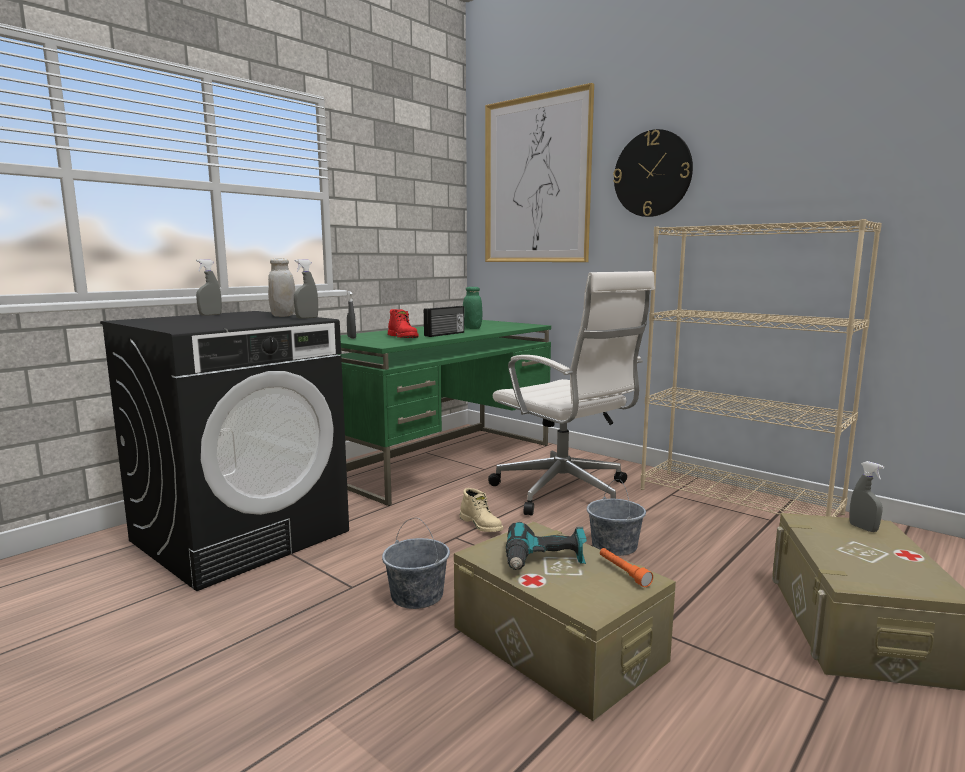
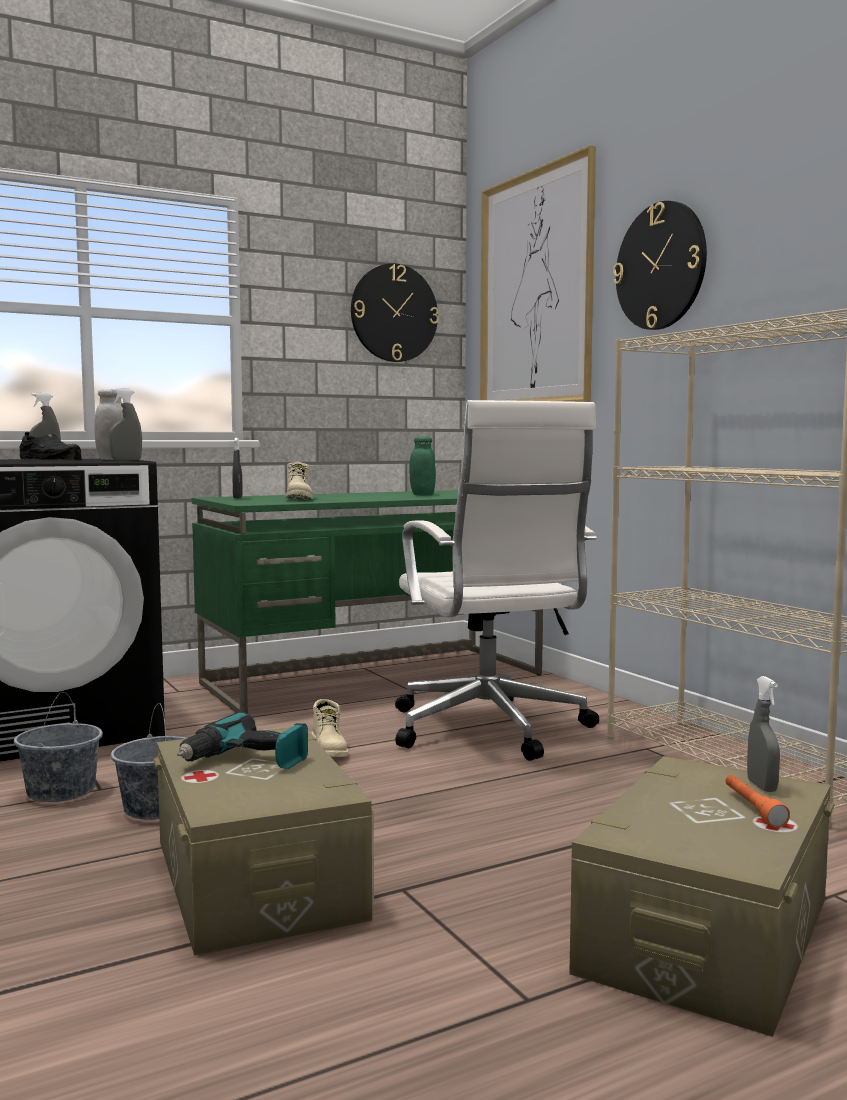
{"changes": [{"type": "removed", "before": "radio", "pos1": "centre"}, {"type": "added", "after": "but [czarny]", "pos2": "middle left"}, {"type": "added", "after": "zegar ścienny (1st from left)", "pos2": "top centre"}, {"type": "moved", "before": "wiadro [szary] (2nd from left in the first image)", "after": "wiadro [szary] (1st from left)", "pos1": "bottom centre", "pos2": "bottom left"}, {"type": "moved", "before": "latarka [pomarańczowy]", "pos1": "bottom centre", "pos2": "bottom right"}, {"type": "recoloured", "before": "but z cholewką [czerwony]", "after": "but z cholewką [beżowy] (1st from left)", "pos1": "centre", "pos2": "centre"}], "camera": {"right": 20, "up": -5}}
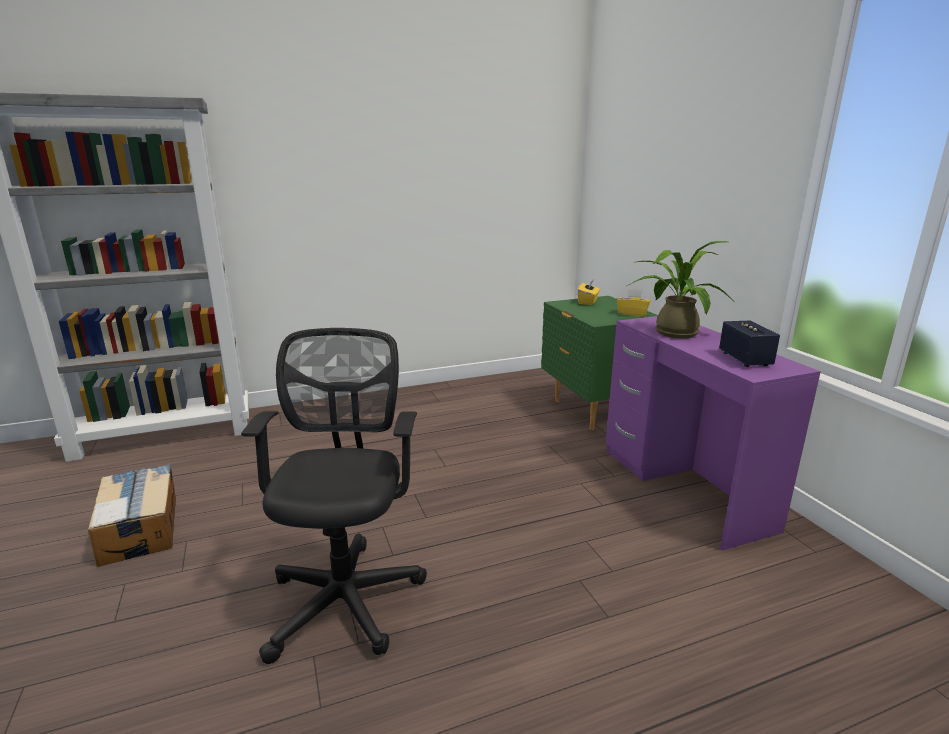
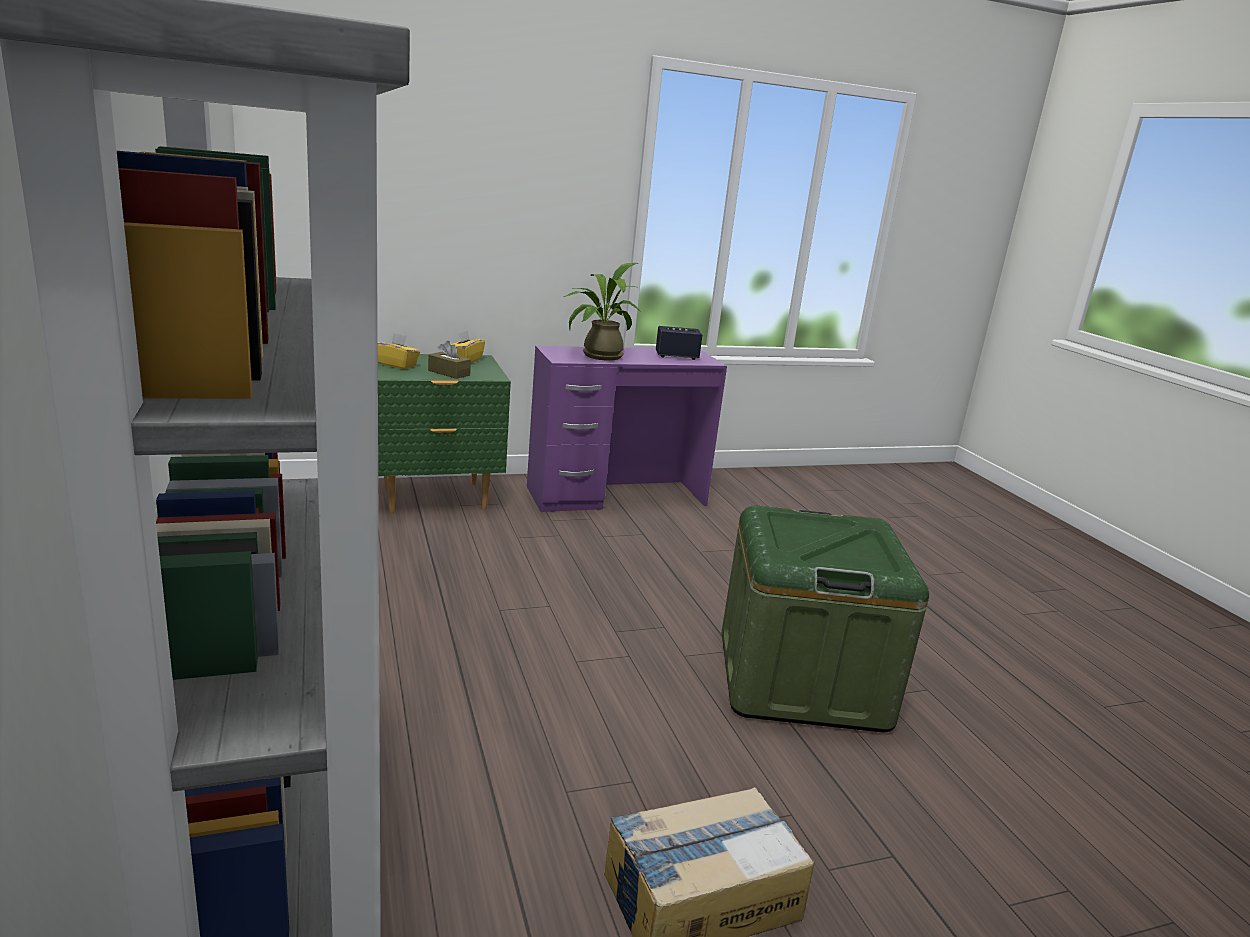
{"changes": [{"type": "added", "after": "pudełko chusteczek [brązowy]", "pos2": "centre"}, {"type": "replaced", "before": "krzesło biurowe [czarny]", "after": "pojemnik do przechowywania [zielony]", "pos1": "bottom centre", "pos2": "centre"}], "camera": {"right": -90, "up": 0}}
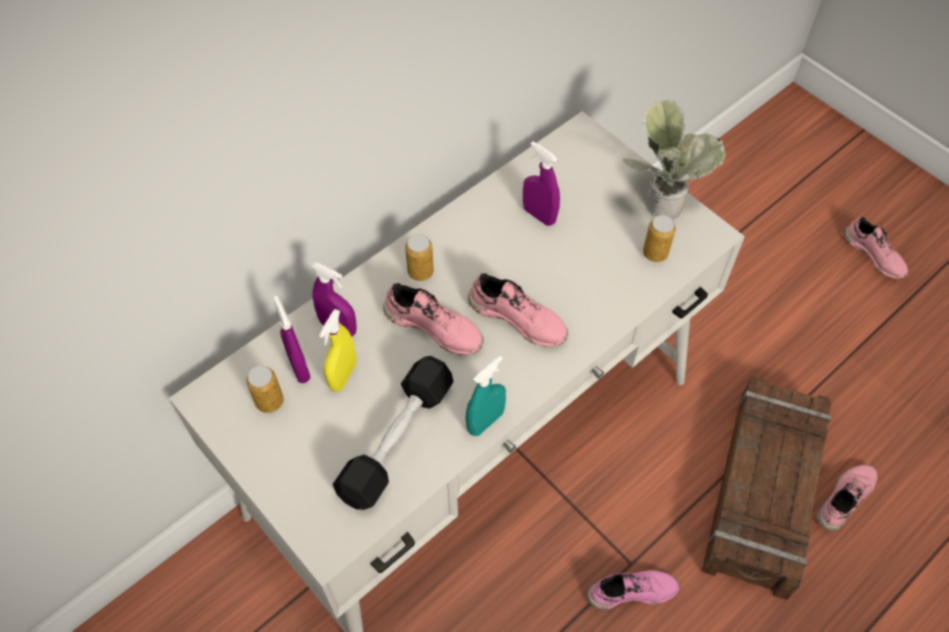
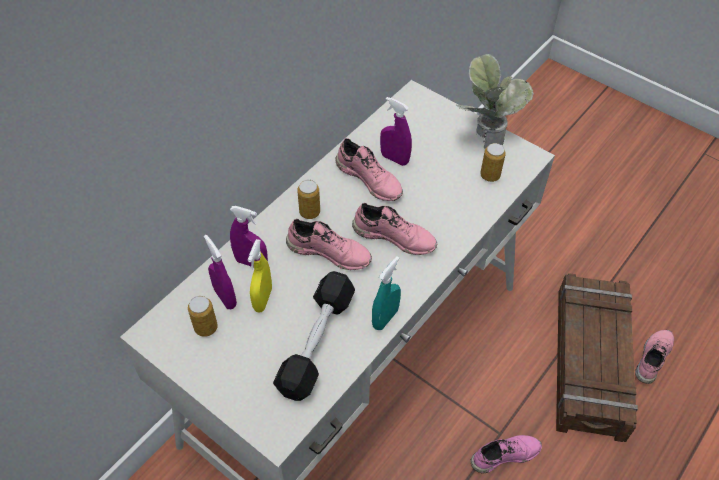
{"changes": [{"type": "moved", "before": "but [różowy] (5th from left in the first image)", "after": "but [różowy] (2nd from left)", "pos1": "middle right", "pos2": "centre"}], "camera": {"right": -10, "up": -5}}
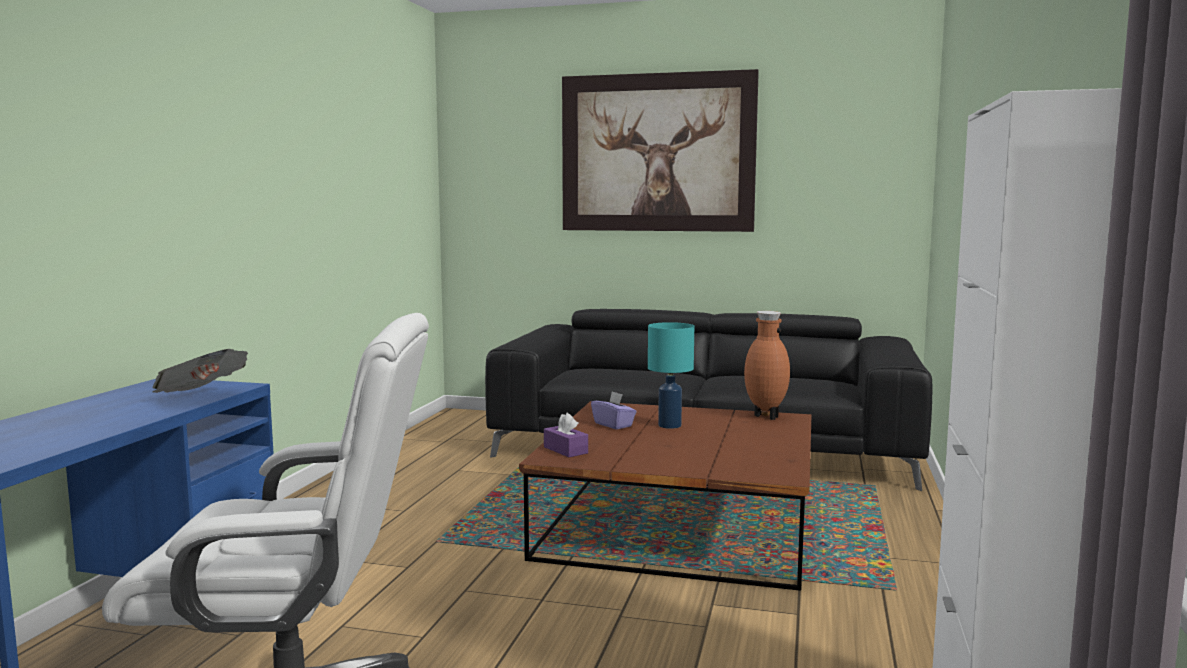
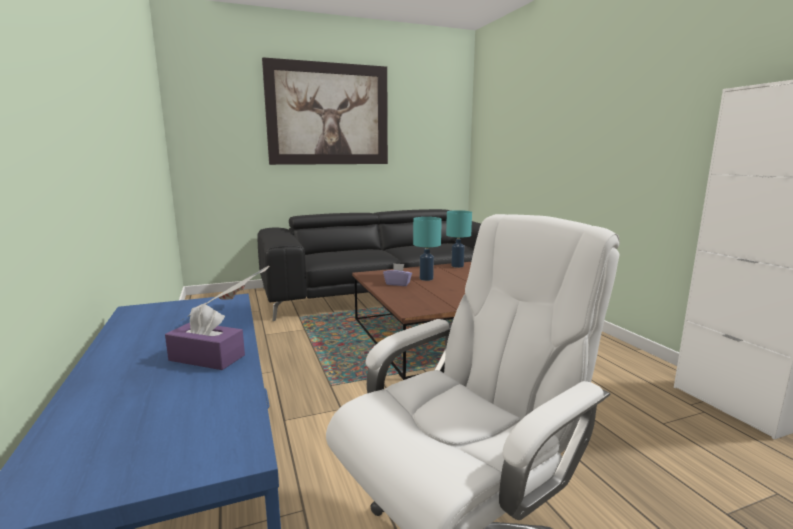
{"changes": [{"type": "moved", "before": "pudełko chusteczek [fioletowy] (1st from left)", "pos1": "centre", "pos2": "middle left"}, {"type": "replaced", "before": "wazon [brązowy]", "after": "lampa stołowa [turkusowy] (2nd from left)", "pos1": "centre", "pos2": "centre"}], "camera": {"right": -35, "up": 5}}
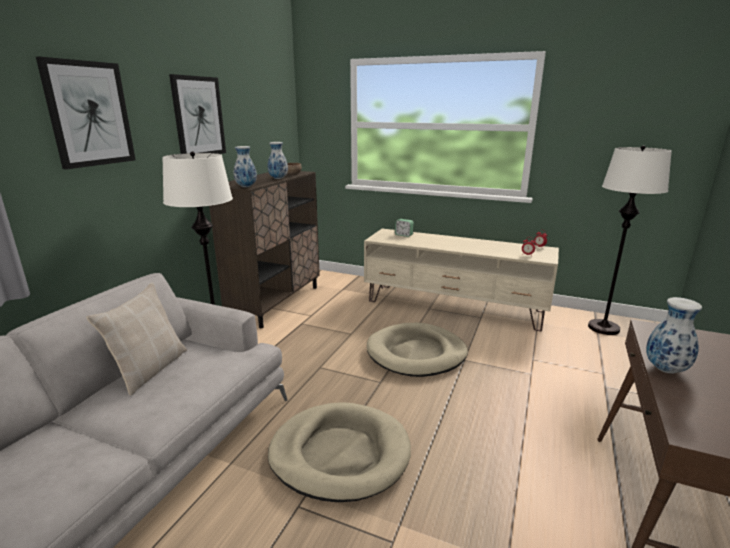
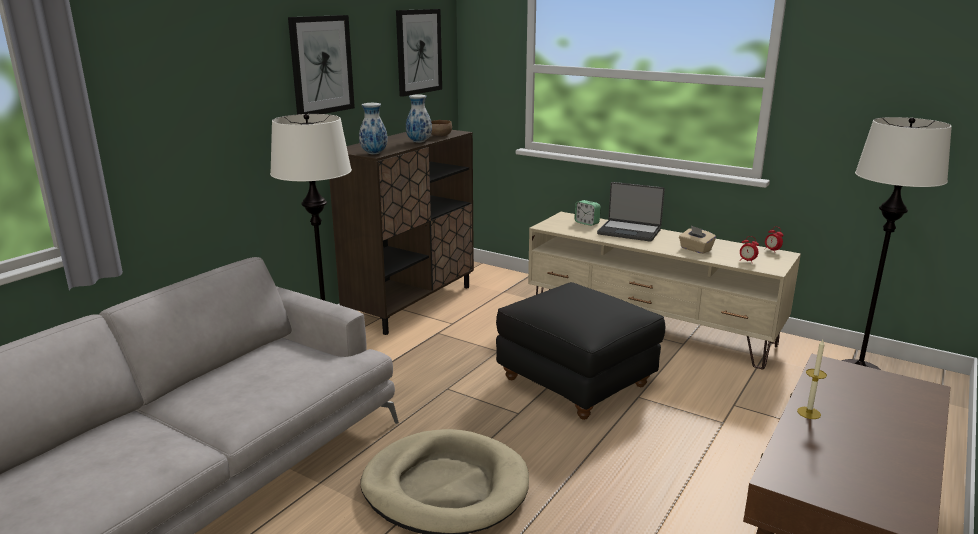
{"changes": [{"type": "removed", "before": "poduszka [beżowy]", "pos1": "middle left"}, {"type": "added", "after": "laptop", "pos2": "centre"}, {"type": "added", "after": "pudełko chusteczek [beżowy]", "pos2": "middle right"}, {"type": "moved", "before": "obraz (1st from left in the first image)", "after": "obraz (2nd from left)", "pos1": "top left", "pos2": "top centre"}, {"type": "replaced", "before": "legowisko [beżowy] (2nd from left)", "after": "pufa [czarny]", "pos1": "centre", "pos2": "centre"}, {"type": "replaced", "before": "wazon (3rd from left)", "after": "świeca", "pos1": "middle right", "pos2": "bottom right"}], "camera": {"right": 10, "up": 0}}
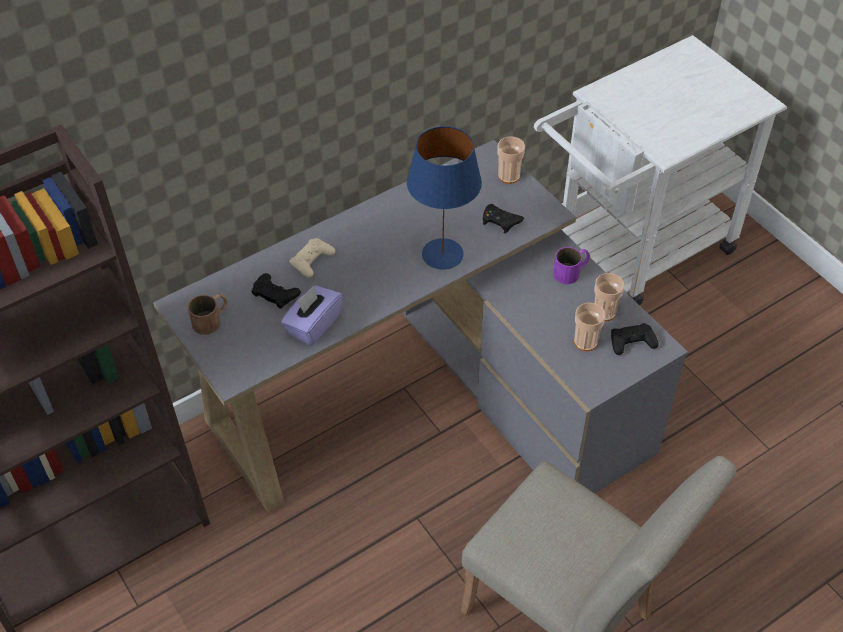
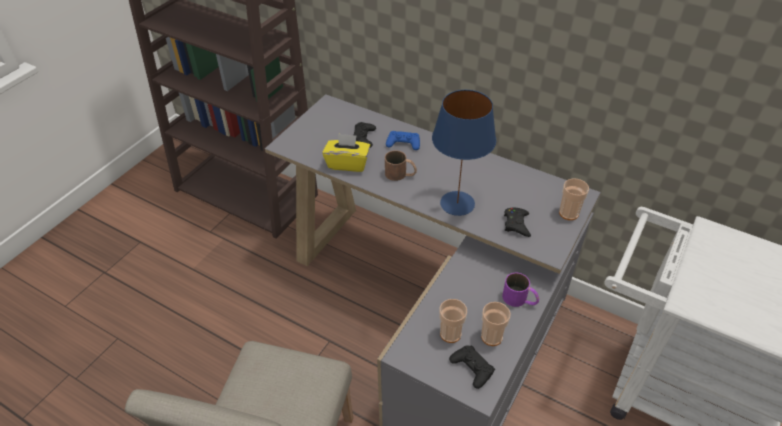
{"changes": [{"type": "moved", "before": "kubek [brązowy]", "pos1": "middle left", "pos2": "centre"}, {"type": "recoloured", "before": "pudełko chusteczek [fioletowy]", "after": "pudełko chusteczek [żółty]", "pos1": "centre", "pos2": "centre"}, {"type": "recoloured", "before": "pad do gier [beżowy]", "after": "pad do gier [niebieski]", "pos1": "centre", "pos2": "top centre"}], "camera": {"right": 65, "up": -5}}
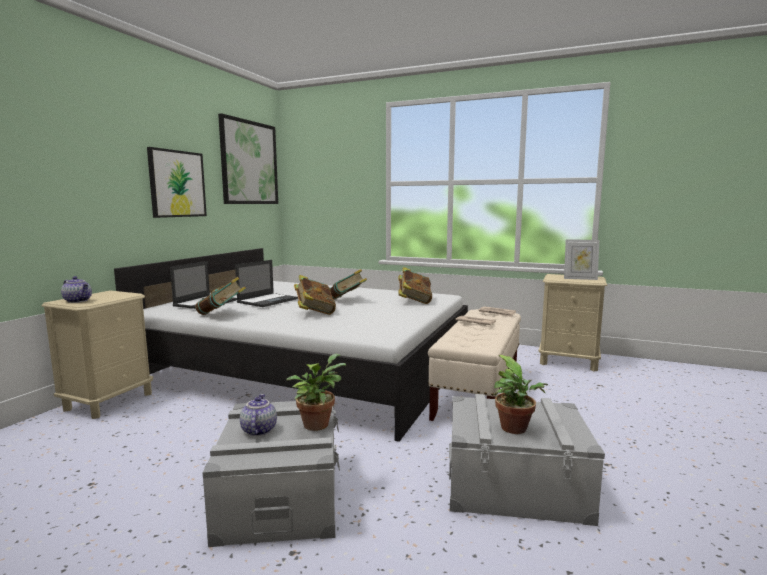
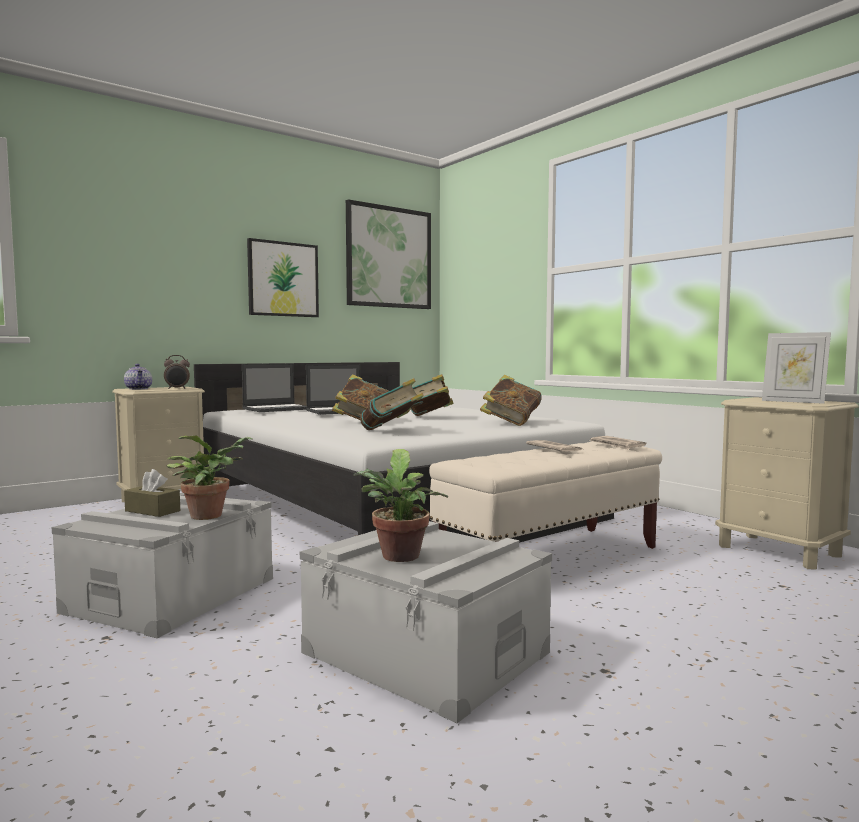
{"changes": [{"type": "added", "after": "budzik", "pos2": "middle left"}, {"type": "moved", "before": "książka (1st from left in the first image)", "after": "książka (2nd from left)", "pos1": "middle left", "pos2": "centre"}, {"type": "replaced", "before": "imbryk (2nd from left)", "after": "pudełko chusteczek [brązowy]", "pos1": "bottom centre", "pos2": "middle left"}], "camera": {"right": 30, "up": -5}}
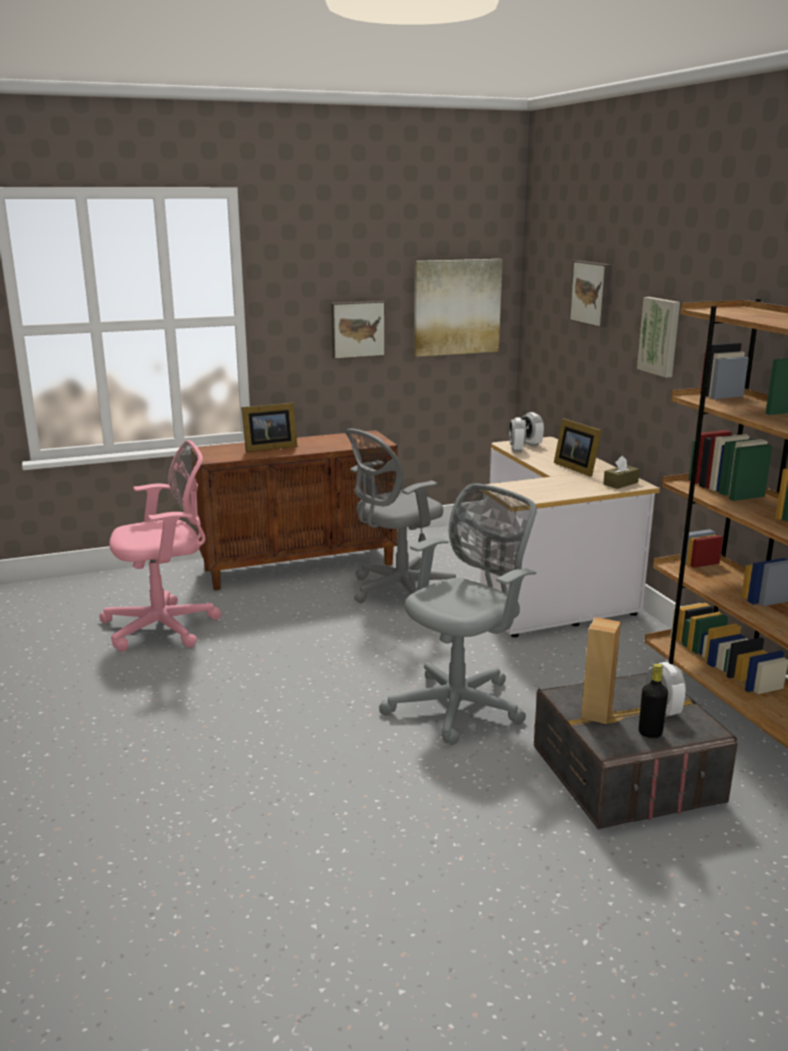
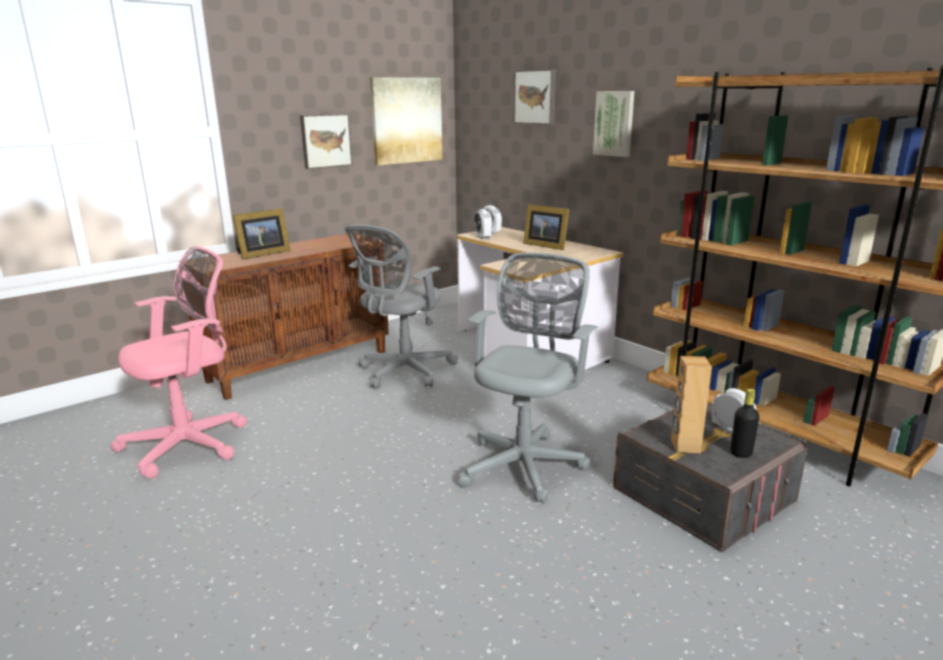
{"changes": [{"type": "removed", "before": "pudełko chusteczek [brązowy]", "pos1": "middle right"}], "camera": {"right": -20, "up": 0}}
